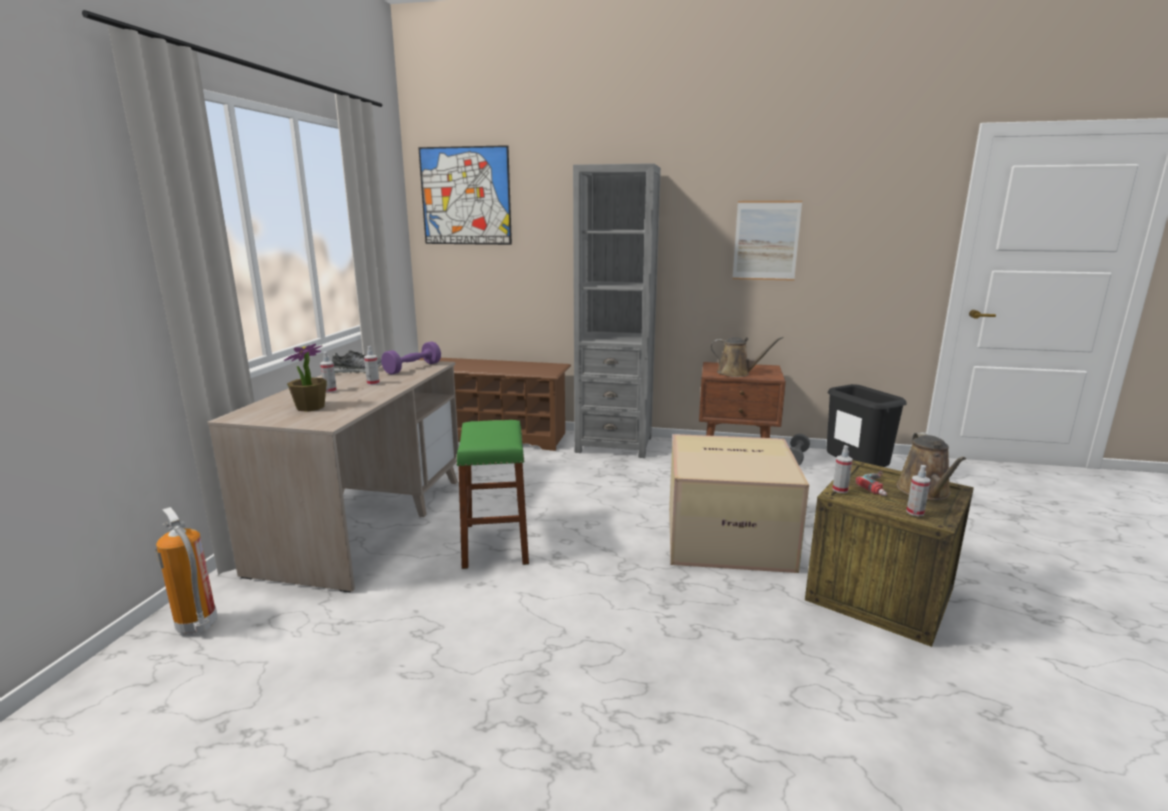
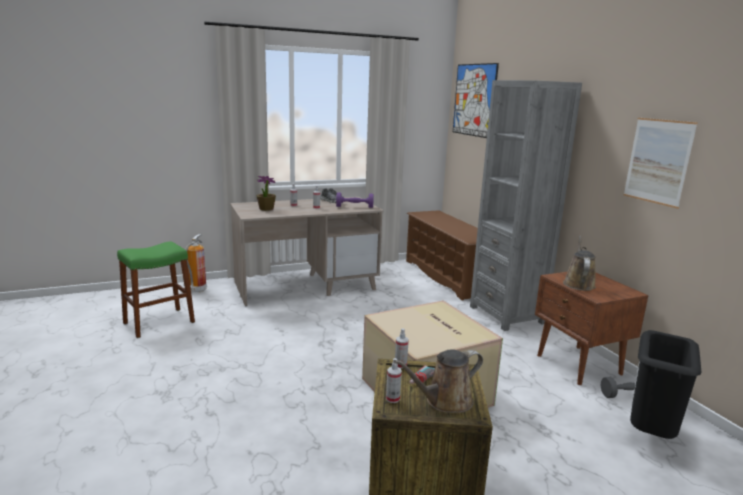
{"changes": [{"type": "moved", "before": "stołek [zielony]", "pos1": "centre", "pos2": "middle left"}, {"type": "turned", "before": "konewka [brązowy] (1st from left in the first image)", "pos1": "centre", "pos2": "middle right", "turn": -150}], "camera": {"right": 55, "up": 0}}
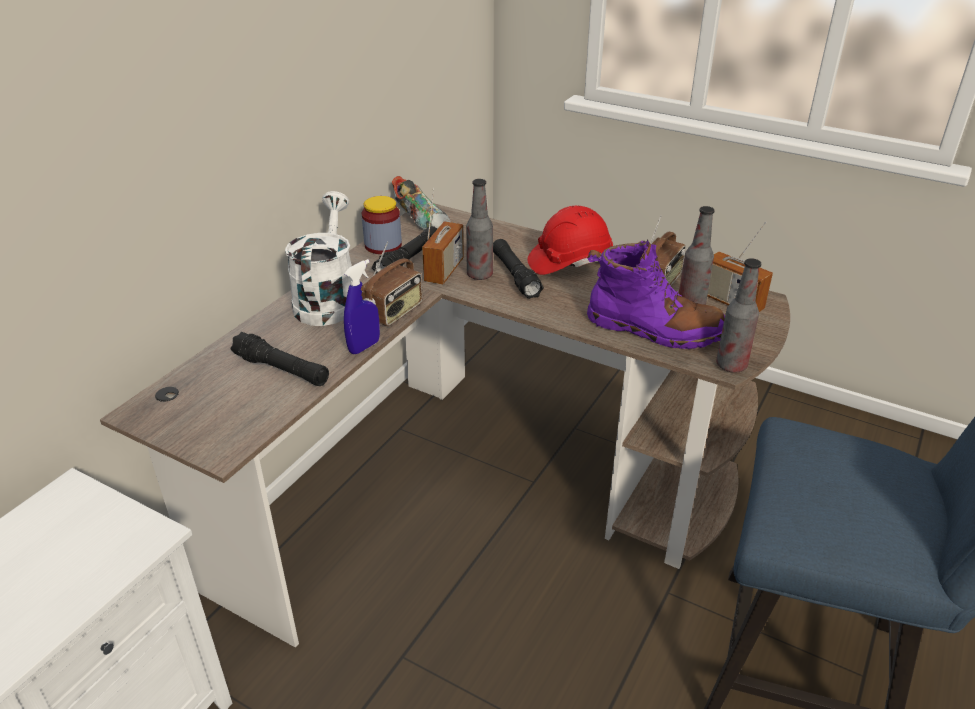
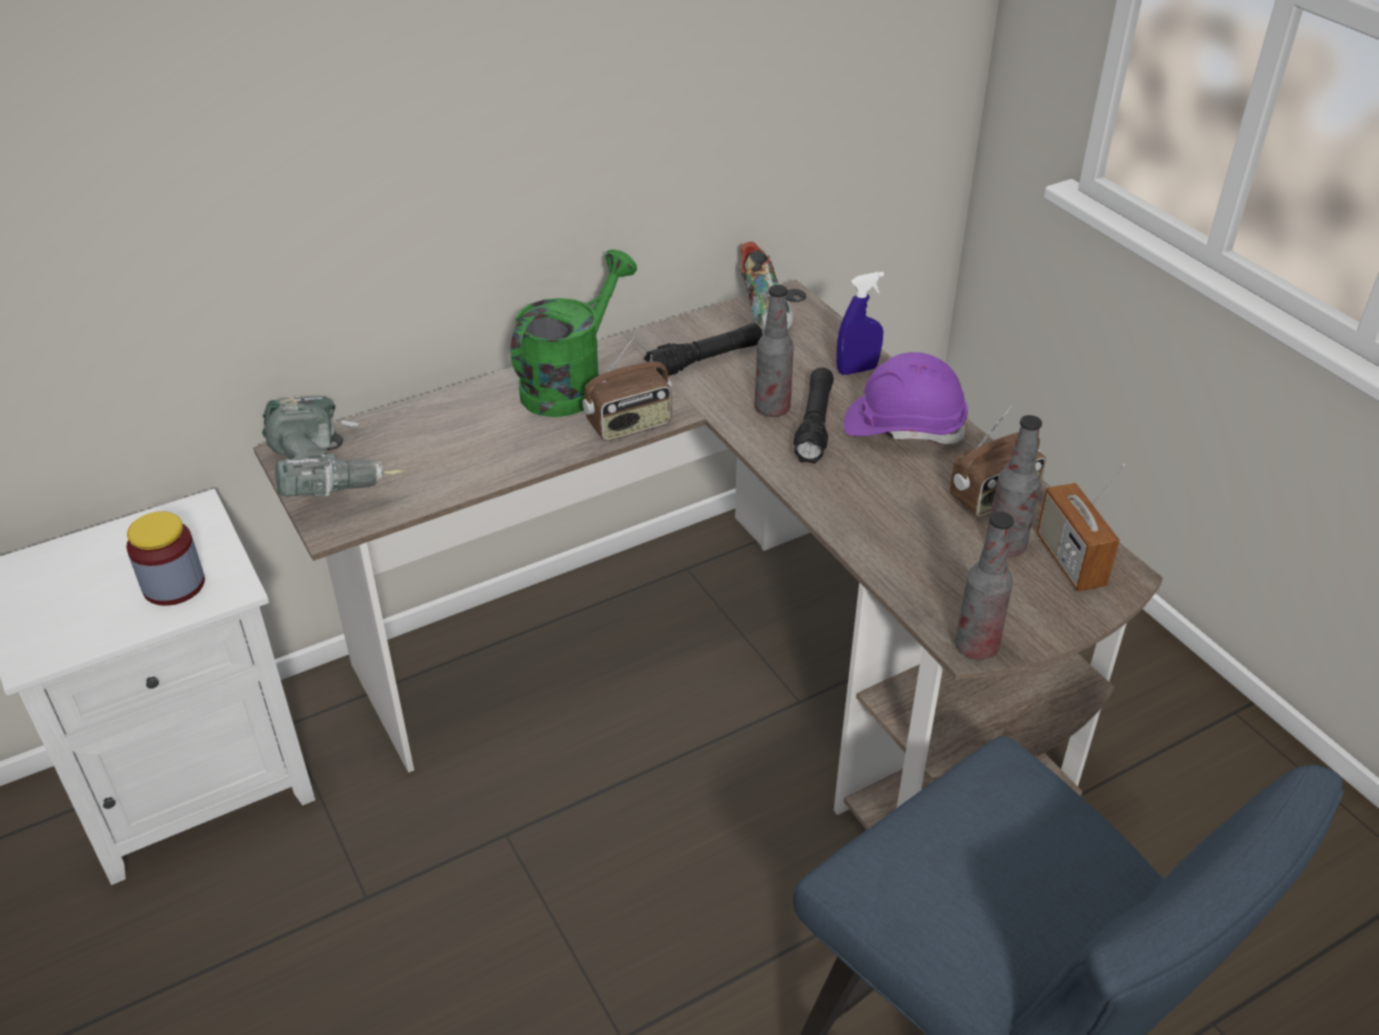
{"changes": [{"type": "removed", "before": "latarka [czarny] (1st from left)", "pos1": "middle left"}, {"type": "removed", "before": "radio (2nd from left)", "pos1": "top centre"}, {"type": "removed", "before": "but z cholewką [fioletowy]", "pos1": "middle right"}, {"type": "added", "after": "wiertarka", "pos2": "middle left"}, {"type": "moved", "before": "spryskiwacz [niebieski]", "pos1": "centre", "pos2": "top centre"}, {"type": "moved", "before": "słoik", "pos1": "top centre", "pos2": "middle left"}, {"type": "recoloured", "before": "konewka [biały]", "after": "konewka [zielony]", "pos1": "middle left", "pos2": "top centre"}, {"type": "recoloured", "before": "kask [czerwony]", "after": "kask [fioletowy]", "pos1": "centre", "pos2": "centre"}], "camera": {"right": 30, "up": 5}}
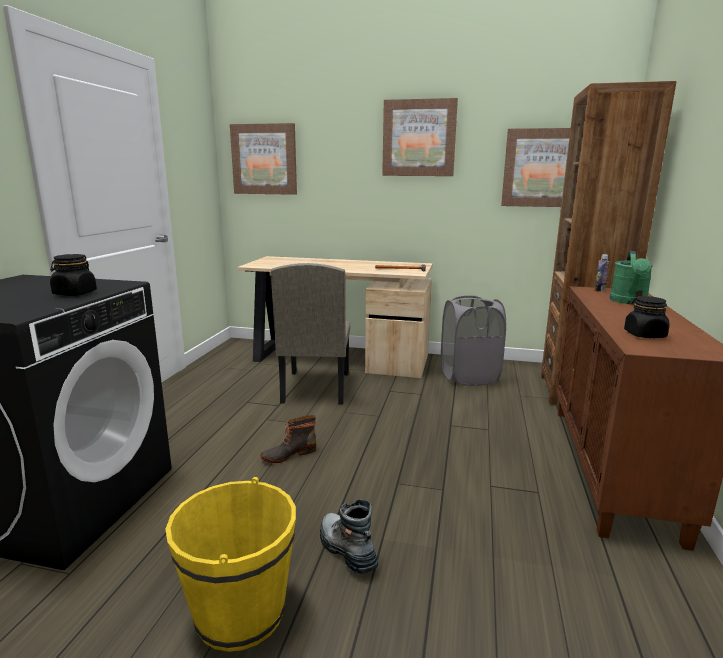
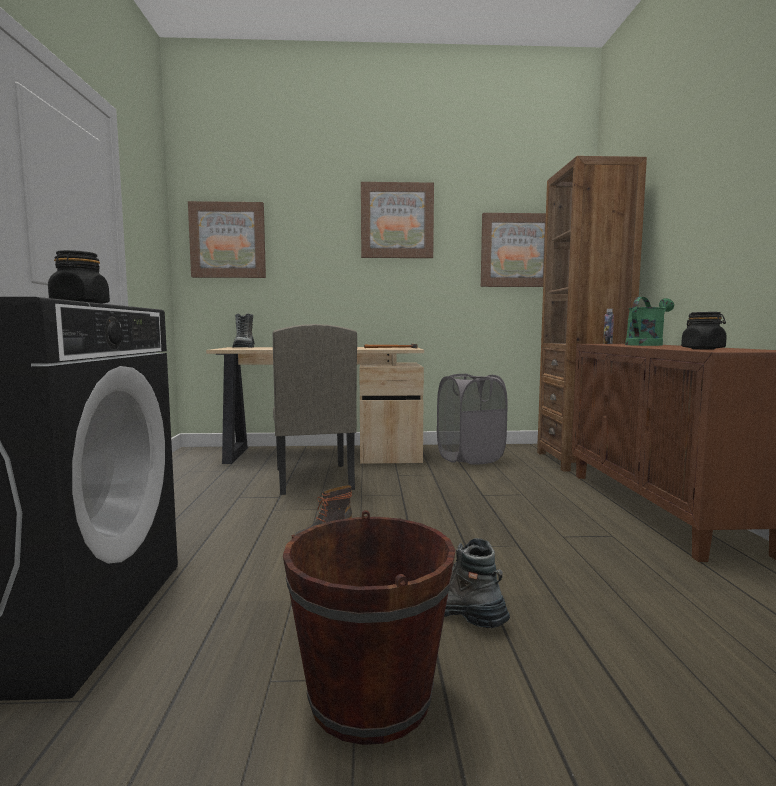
{"changes": [{"type": "added", "after": "but z cholewką (1st from left)", "pos2": "middle left"}, {"type": "recoloured", "before": "wiadro [żółty]", "after": "wiadro [brązowy]", "pos1": "bottom left", "pos2": "bottom centre"}, {"type": "turned", "before": "konewka [zielony]", "pos1": "middle right", "pos2": "middle right", "turn": -135}], "camera": {"right": -15, "up": -10}}
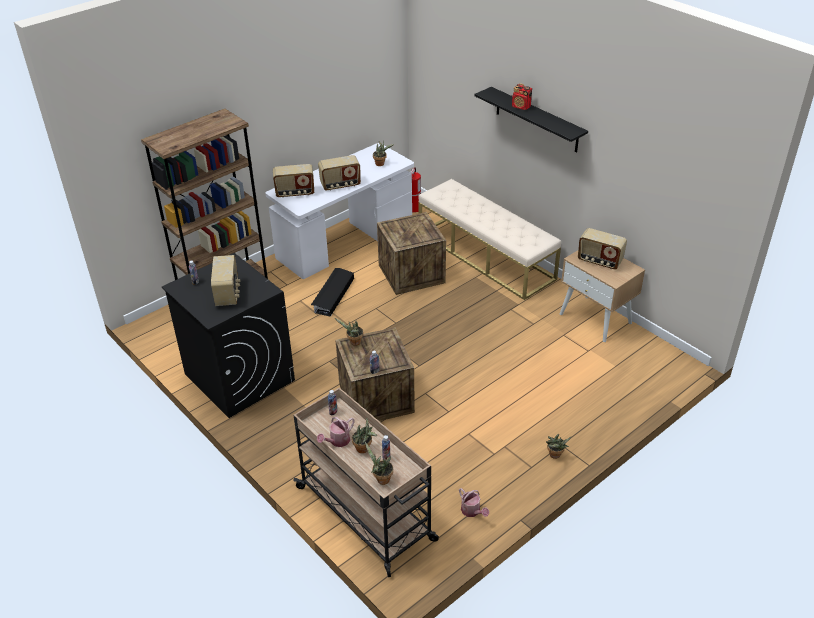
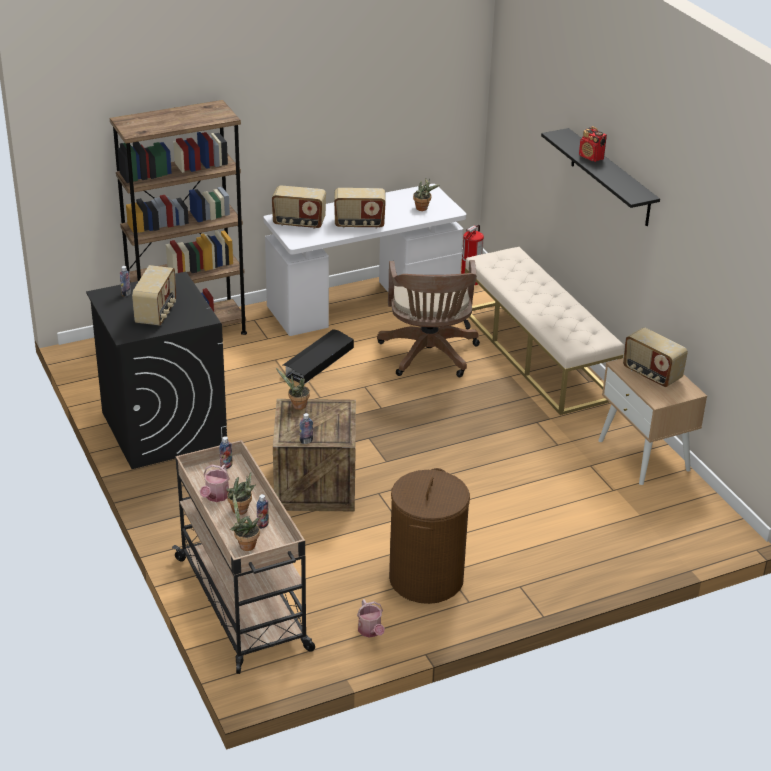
{"changes": [{"type": "removed", "before": "roślina doniczkowa (5th from left)", "pos1": "bottom right"}, {"type": "added", "after": "kosz na pranie [brązowy]", "pos2": "bottom centre"}, {"type": "replaced", "before": "skrzynka (2nd from left)", "after": "krzesło biurowe [brązowy]", "pos1": "centre", "pos2": "centre"}, {"type": "turned", "before": "konewka (1st from left)", "pos1": "bottom centre", "pos2": "middle left", "turn": -45}], "camera": {"right": 15, "up": -5}}
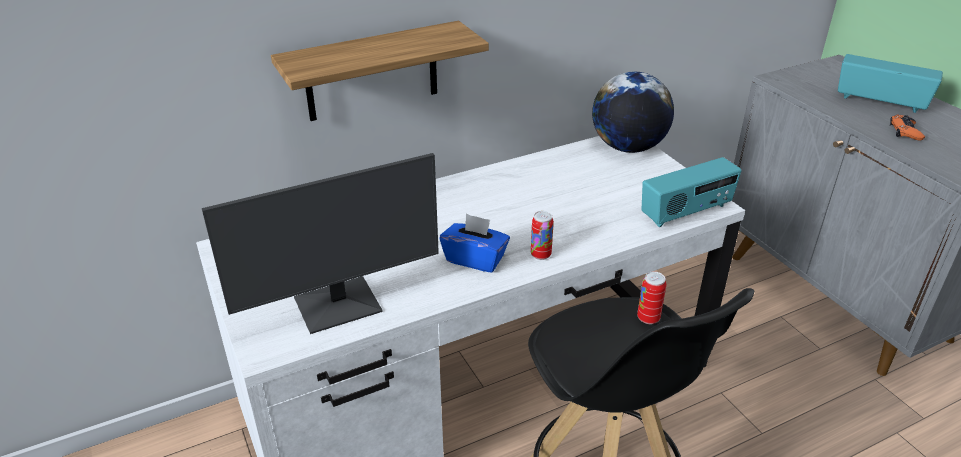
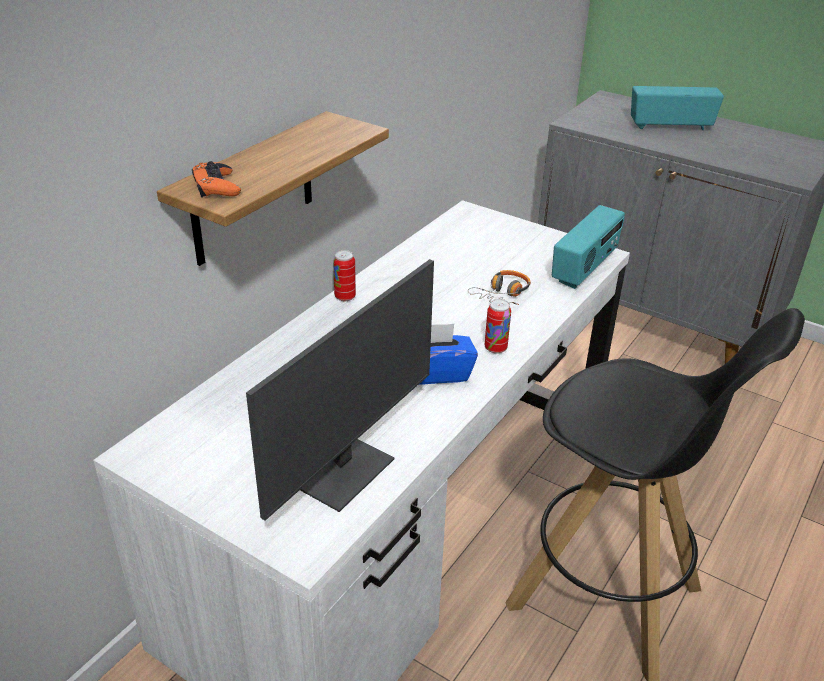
{"changes": [{"type": "removed", "before": "globus", "pos1": "top centre"}, {"type": "added", "after": "słuchawki", "pos2": "centre"}, {"type": "moved", "before": "puszka (2nd from left in the first image)", "after": "puszka (1st from left)", "pos1": "middle right", "pos2": "centre"}, {"type": "moved", "before": "pad do gier [pomarańczowy]", "pos1": "top right", "pos2": "top left"}], "camera": {"right": -30, "up": 0}}
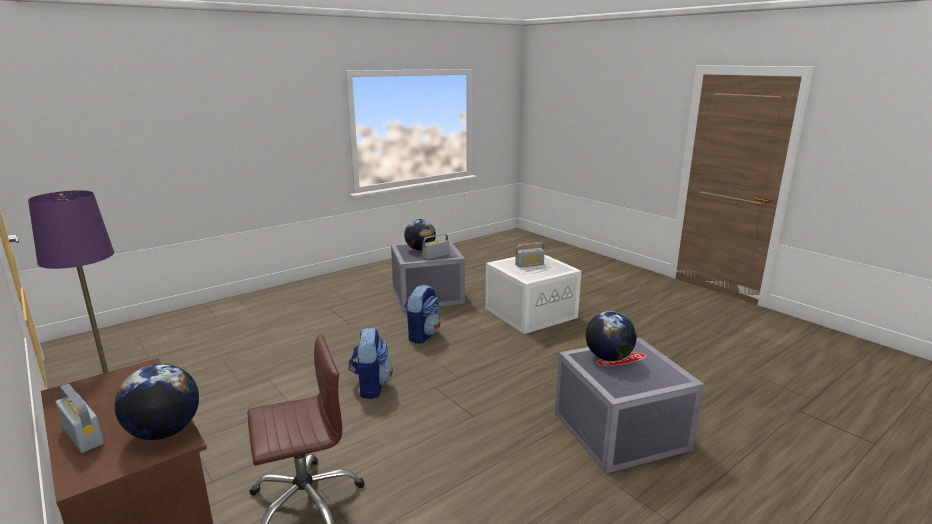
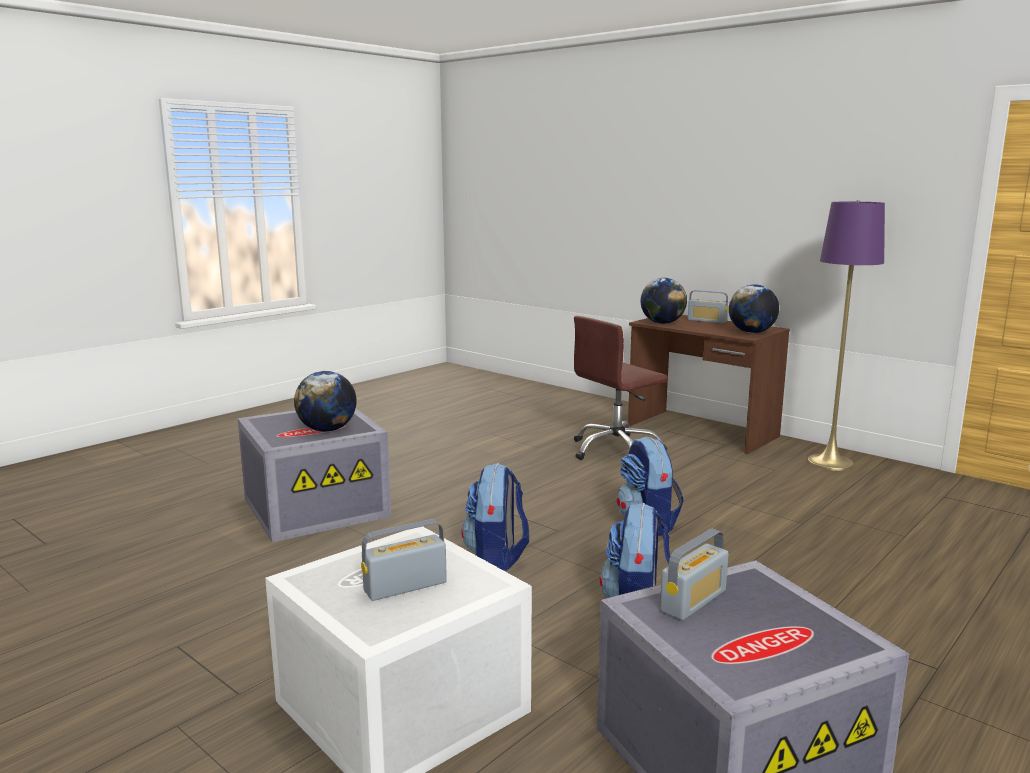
{"changes": [{"type": "added", "after": "plecak (1st from left)", "pos2": "bottom centre"}, {"type": "moved", "before": "globus (2nd from left in the first image)", "after": "globus (3rd from left)", "pos1": "centre", "pos2": "middle right"}], "camera": {"right": 170, "up": -5}}
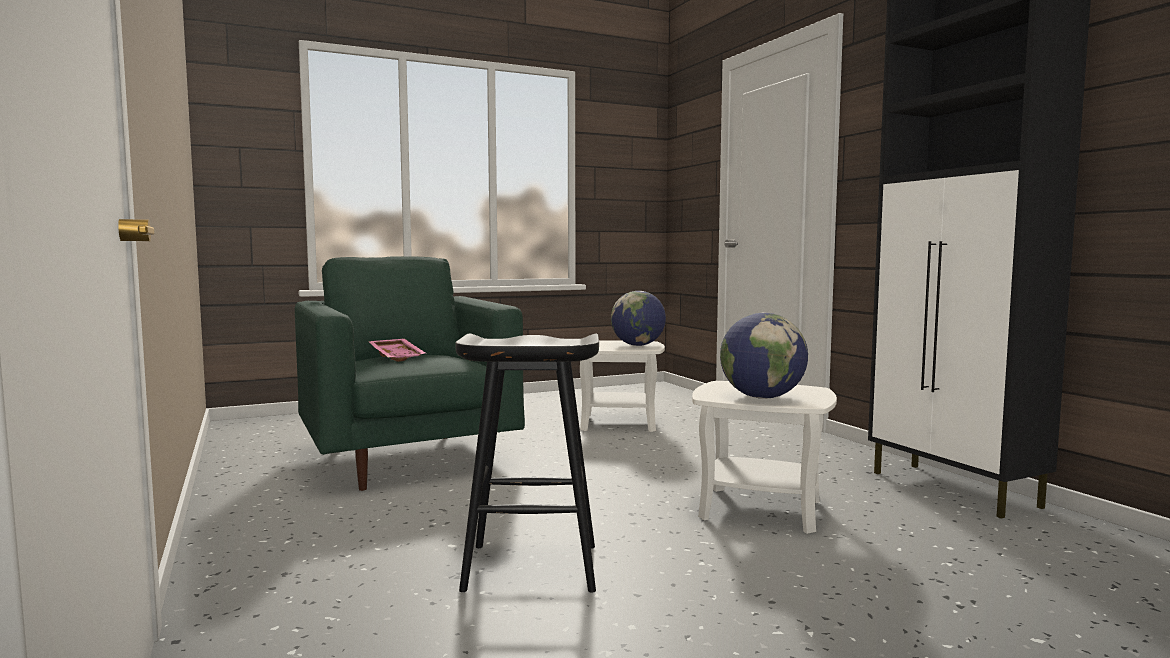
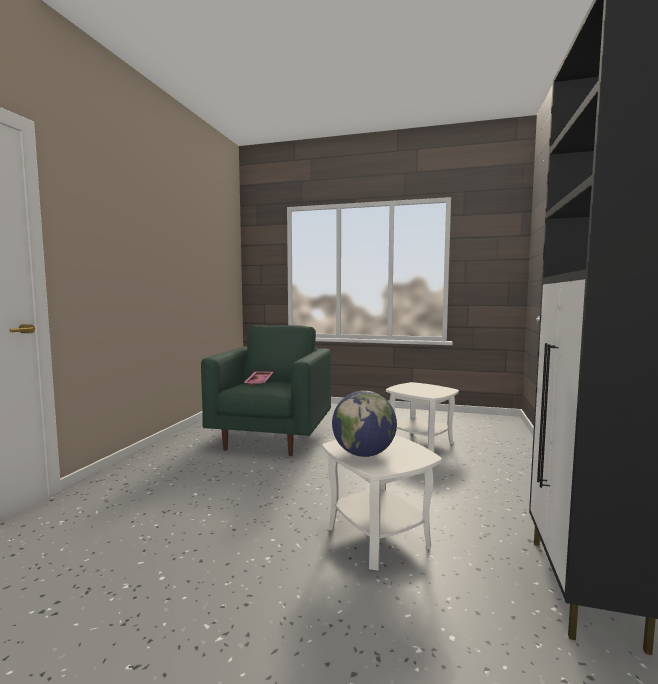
{"changes": [{"type": "removed", "before": "stołek [czarny]", "pos1": "bottom centre"}, {"type": "removed", "before": "globus (1st from left)", "pos1": "centre"}], "camera": {"right": 40, "up": 0}}
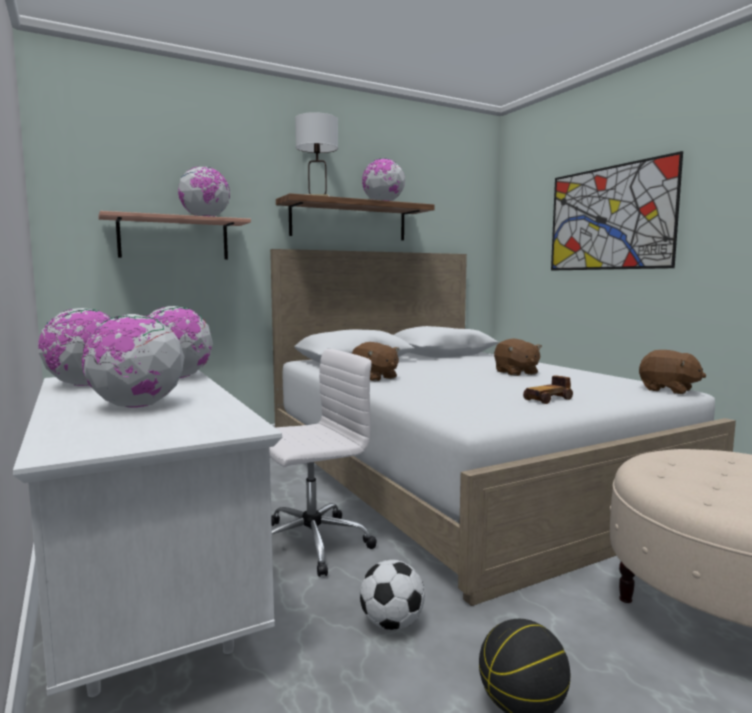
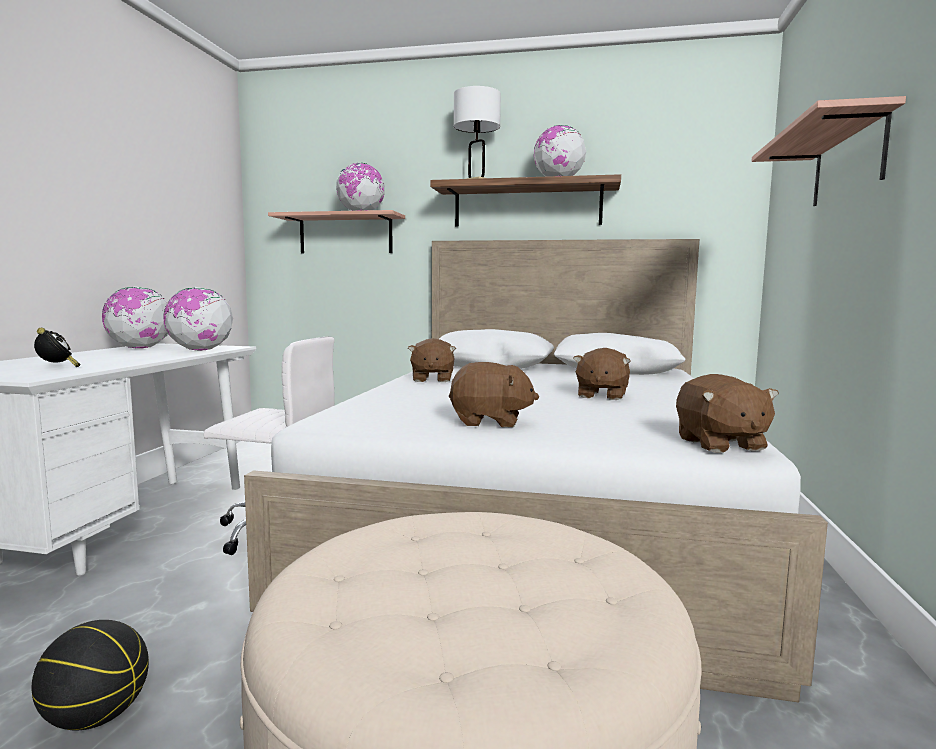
{"changes": [{"type": "removed", "before": "globus (2nd from left)", "pos1": "middle left"}, {"type": "removed", "before": "piłka futbolowa", "pos1": "bottom centre"}, {"type": "added", "after": "budzik", "pos2": "middle left"}, {"type": "replaced", "before": "samochodzik", "after": "pluszak [brązowy] (2nd from left)", "pos1": "middle right", "pos2": "centre"}, {"type": "replaced", "before": "obraz", "after": "półka (3rd from left)", "pos1": "top right", "pos2": "top right"}], "camera": {"right": 40, "up": 0}}
